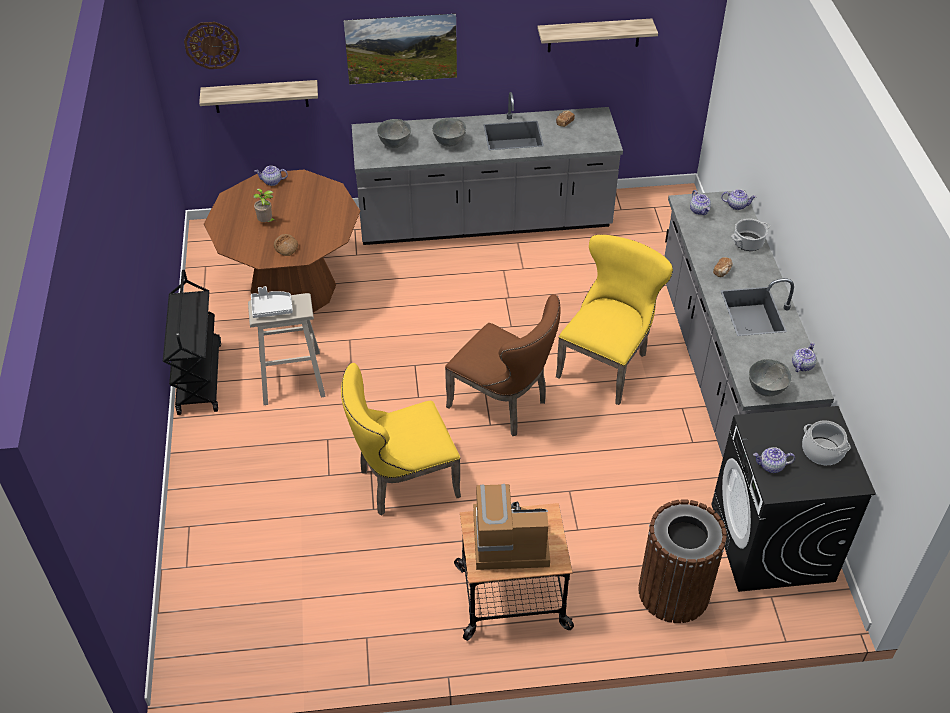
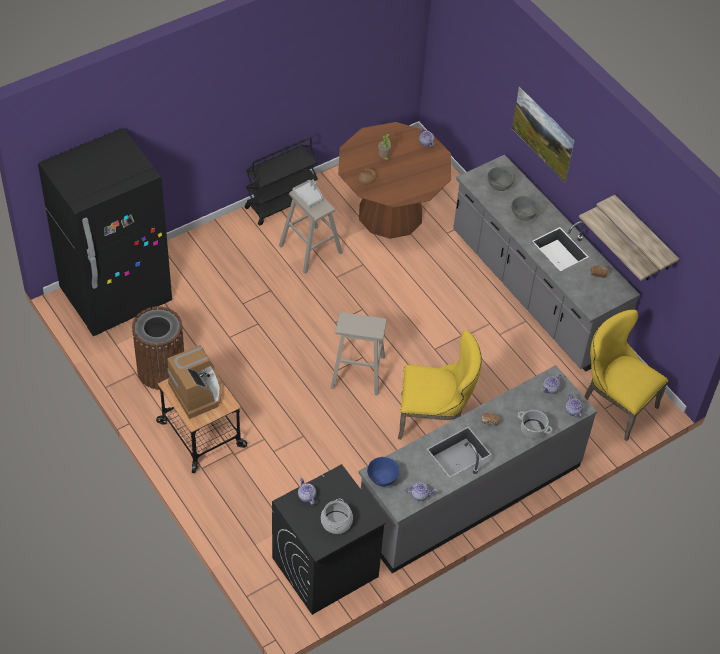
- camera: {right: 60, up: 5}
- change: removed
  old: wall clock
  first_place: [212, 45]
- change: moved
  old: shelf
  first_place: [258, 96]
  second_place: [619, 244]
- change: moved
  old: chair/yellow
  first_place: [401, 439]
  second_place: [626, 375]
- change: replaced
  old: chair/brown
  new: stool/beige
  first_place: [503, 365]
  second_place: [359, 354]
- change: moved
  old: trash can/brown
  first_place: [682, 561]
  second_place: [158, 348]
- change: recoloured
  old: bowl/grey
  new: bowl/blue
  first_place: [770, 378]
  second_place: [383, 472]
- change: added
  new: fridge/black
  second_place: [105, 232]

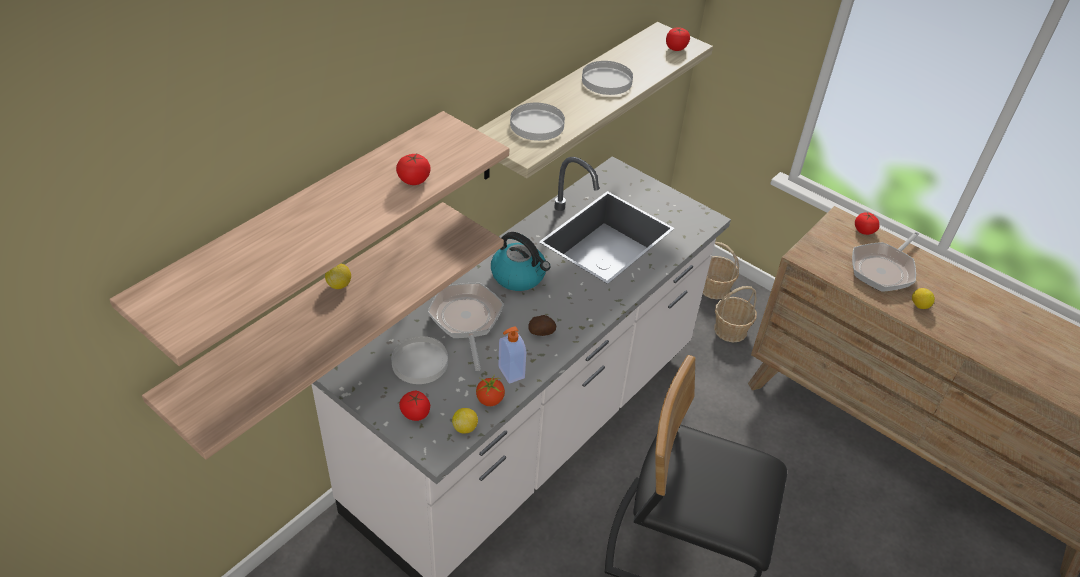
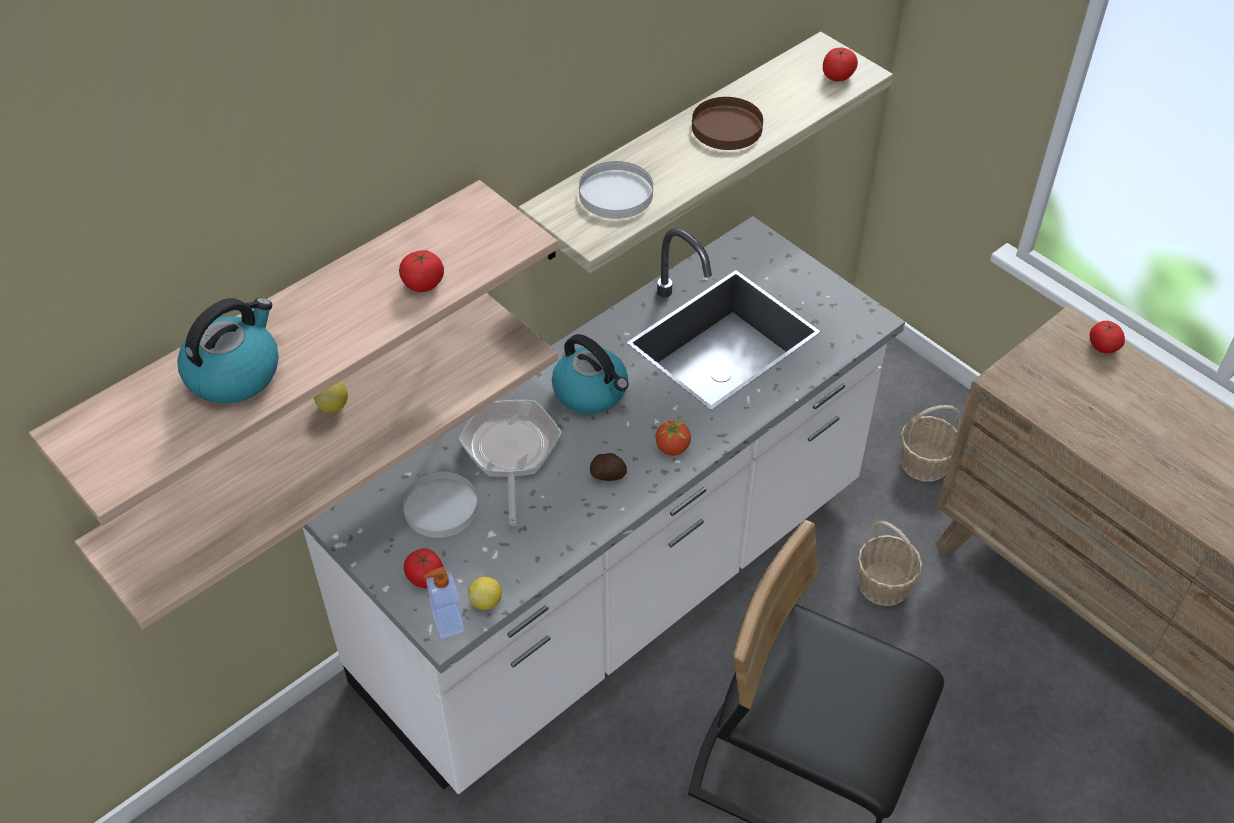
- camera: {right: 10, up: 5}
- change: moved
  old: tomato
  first_place: [490, 390]
  second_place: [673, 436]
- change: moved
  old: soap dispenser
  first_place: [512, 355]
  second_place: [444, 603]
- change: recoloured
  old: plate/white
  new: plate/brown
  first_place: [607, 78]
  second_place: [727, 123]
- change: moved
  old: basket
  first_place: [721, 271]
  second_place: [889, 563]
- change: removed
  old: frying pan
  first_place: [885, 262]
- change: removed
  old: lemon
  first_place: [923, 298]
- change: added
  new: kettle
  second_place: [228, 351]

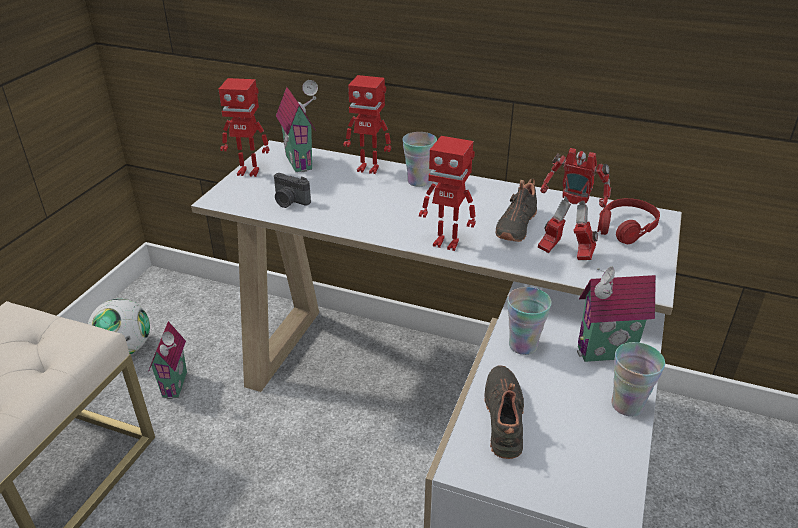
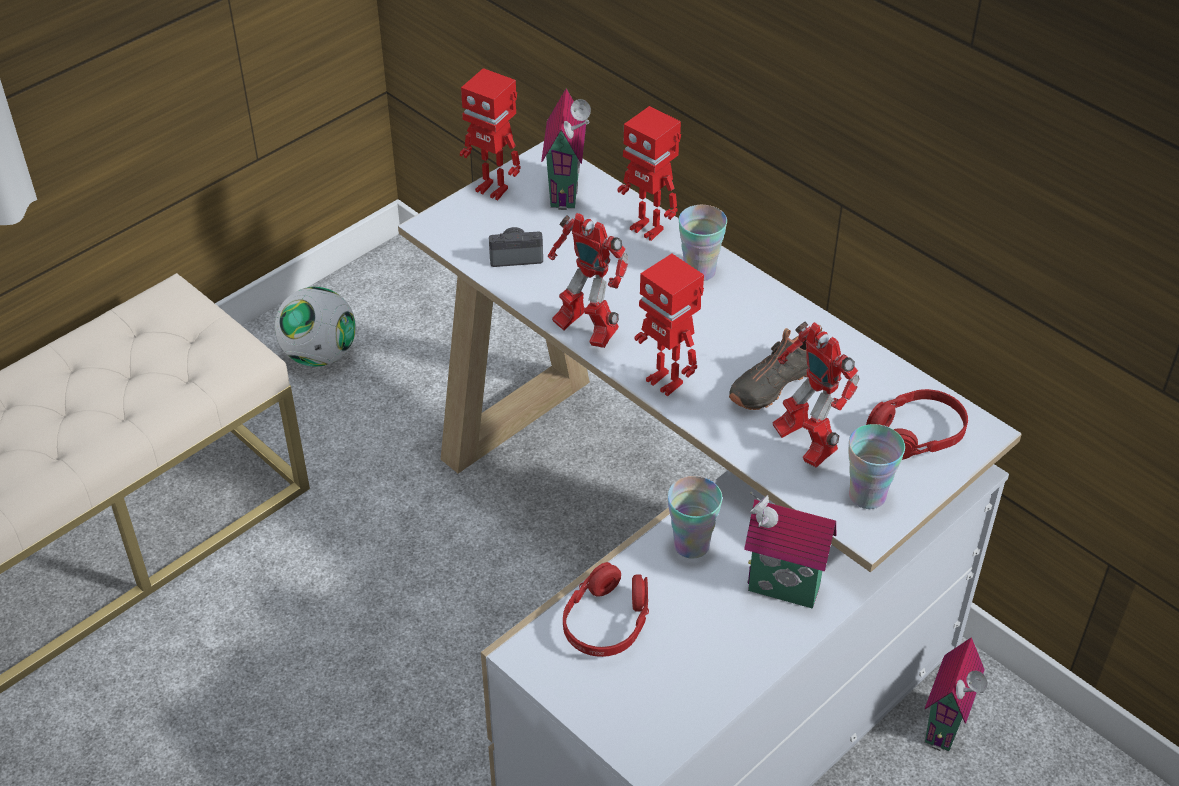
- camera: {right: 25, up: 10}
- change: moved
  old: toy house
  first_place: [167, 360]
  second_place: [956, 694]
- change: turned
  old: photo camera
  first_place: [292, 190]
  second_place: [516, 247]
  degrees: 120
- change: replaced
  old: shoe/black
  new: headphones/red
  first_place: [504, 412]
  second_place: [606, 609]
- change: moved
  old: cup
  first_place: [638, 379]
  second_place: [876, 466]
- change: added
  new: toy robot
  second_place: [588, 280]

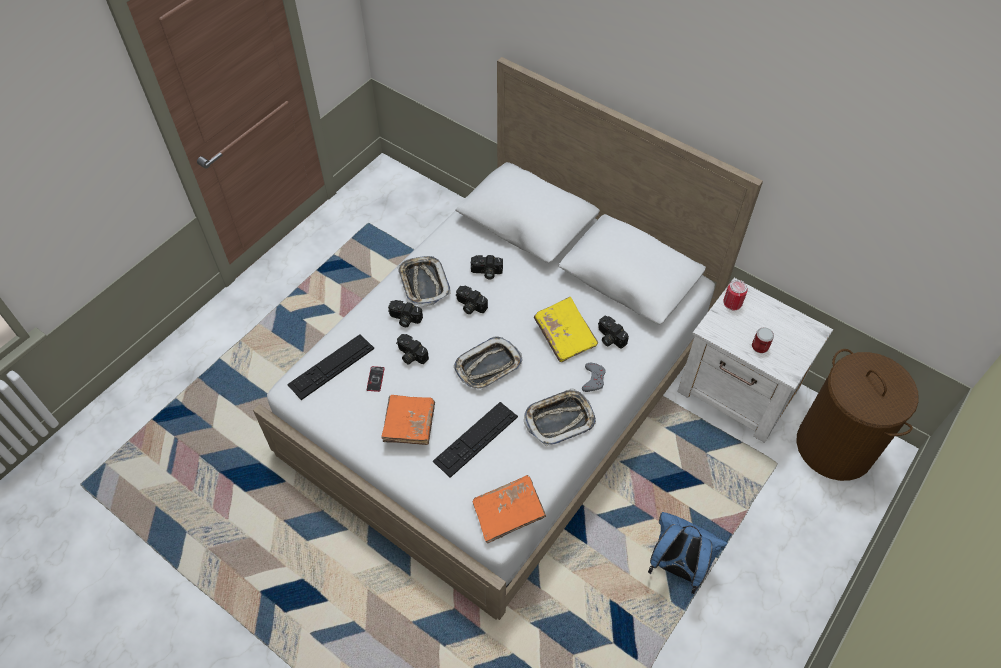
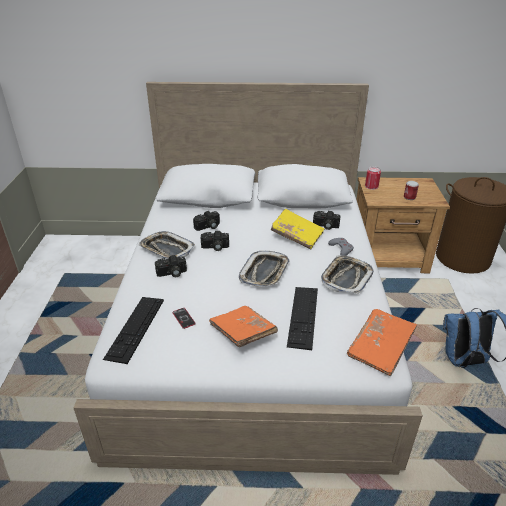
- camera: {right: -35, up: -20}
- change: removed
  old: photo camera
  first_place: [412, 349]
- change: recoloured
  old: nightstand/white
  new: nightstand/brown
  first_place: [755, 360]
  second_place: [403, 225]

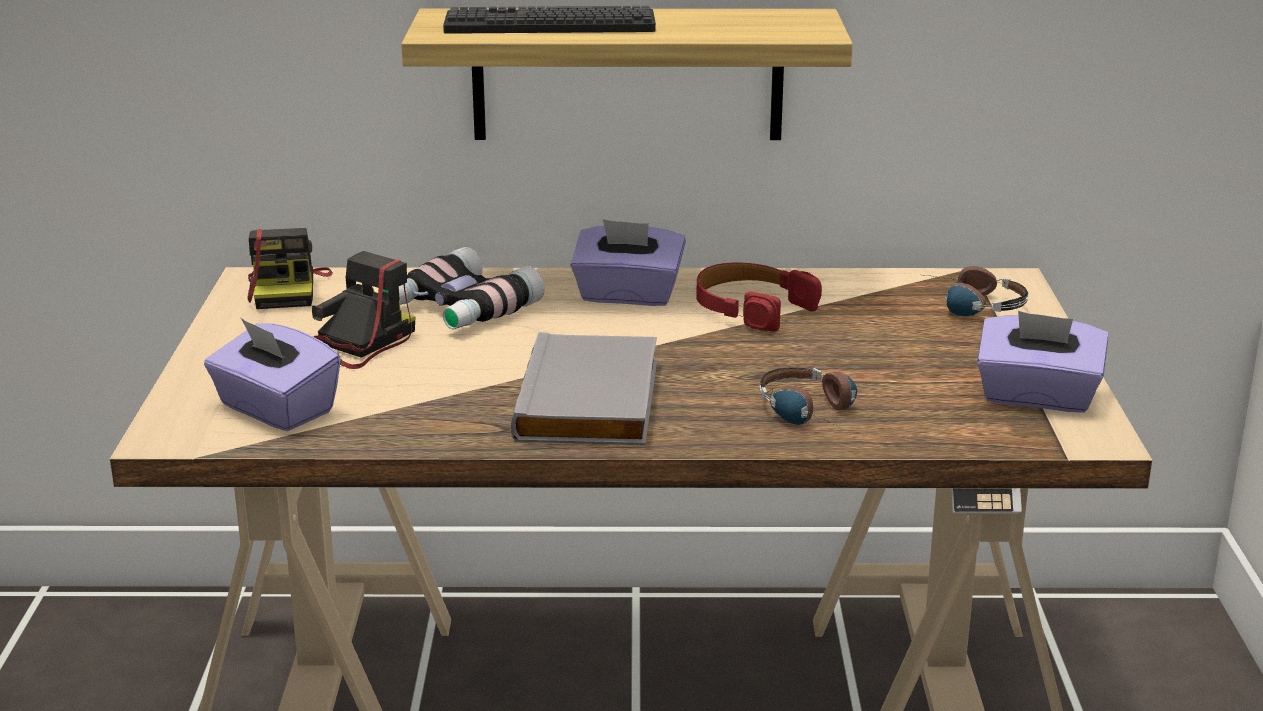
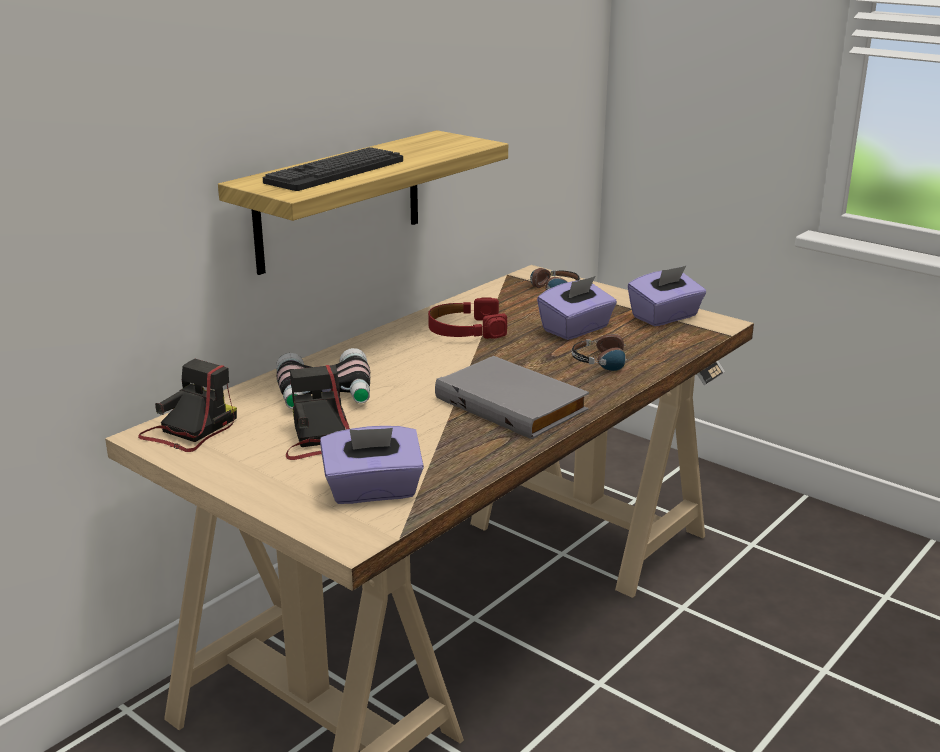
- camera: {right: -50, up: 0}
- change: turned
  old: photo camera
  first_place: [290, 268]
  second_place: [187, 405]
  degrees: -90
- change: moved
  old: tissue box/purple
  first_place: [628, 262]
  second_place: [577, 308]

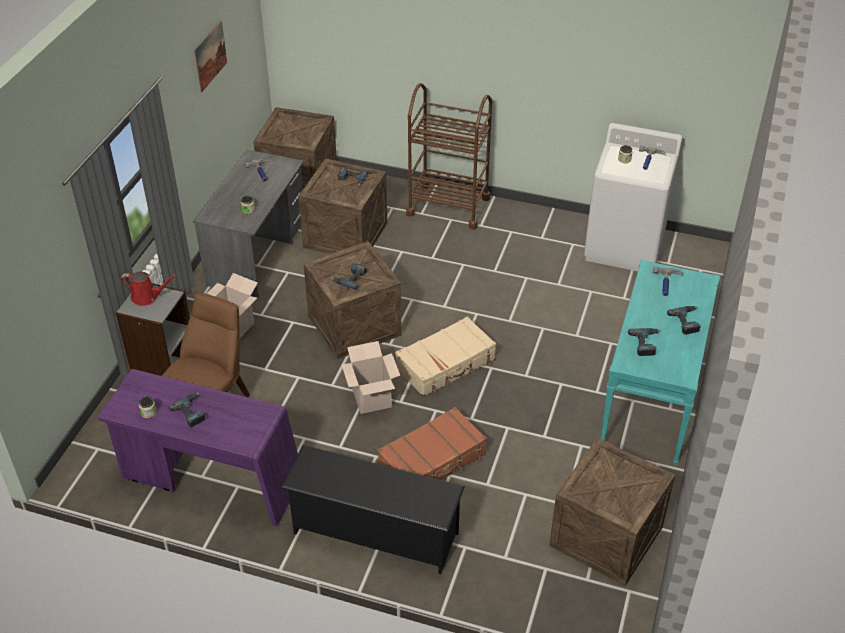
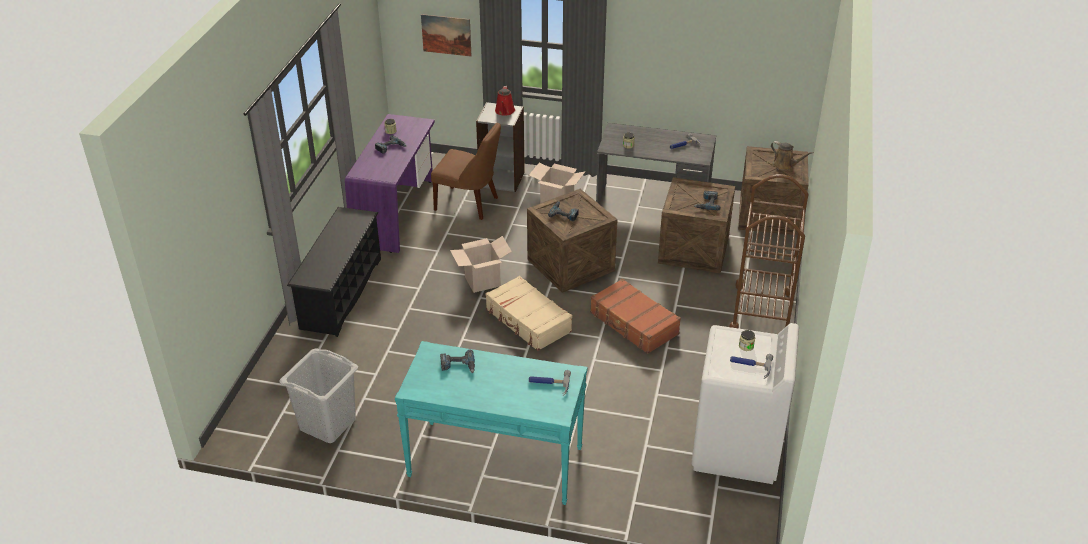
- camera: {right: 85, up: -5}
- change: moved
  old: picture
  first_place: [210, 57]
  second_place: [446, 35]
- change: moved
  old: suitcase/brown
  first_place: [432, 443]
  second_place: [635, 316]
- change: replaced
  old: crate
  new: laundry basket/grey
  first_place: [612, 511]
  second_place: [318, 396]
- change: removed
  old: power drill
  first_place: [684, 320]
- change: added
  new: watering can/brown
  second_place: [792, 155]

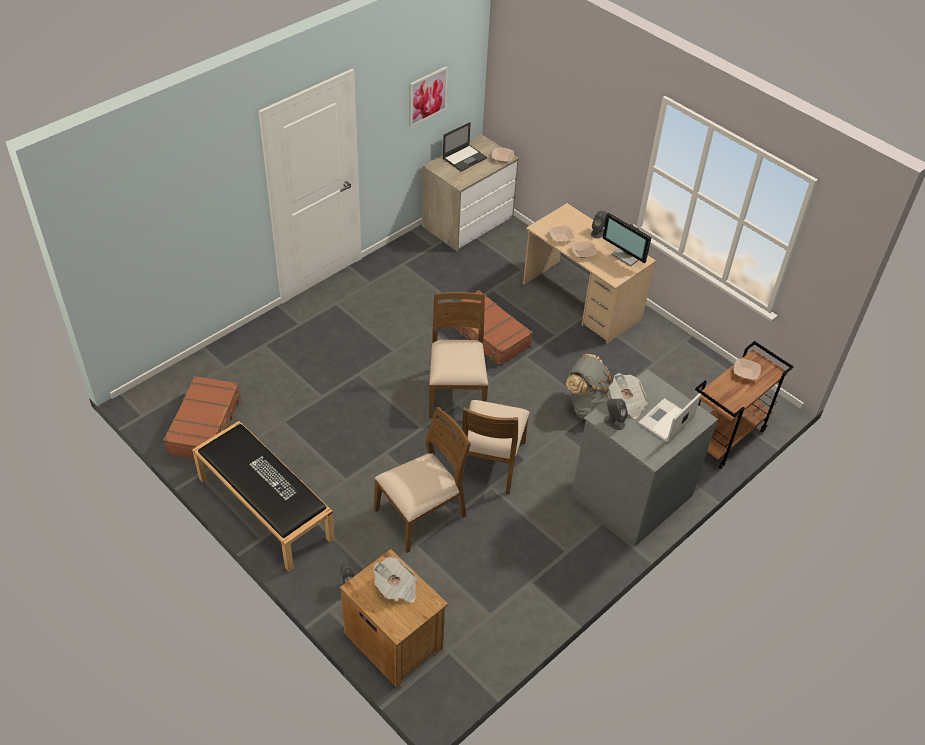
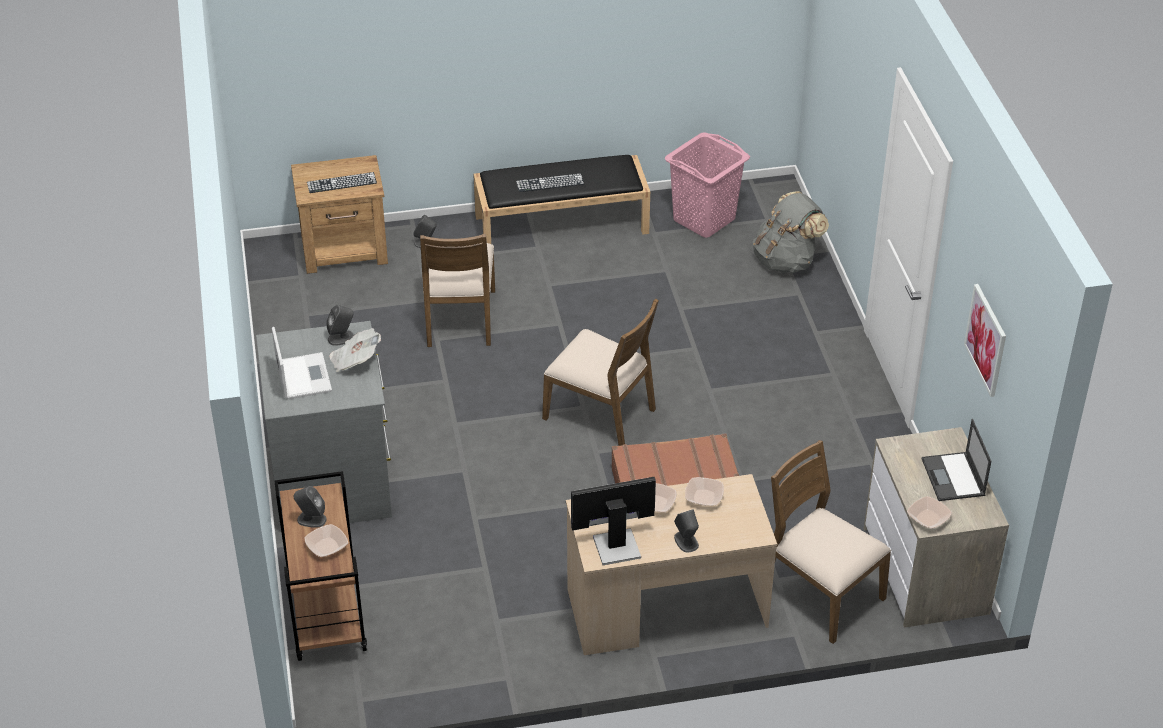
- camera: {right: 125, up: -5}
- change: replaced
  old: suitcase/brown
  new: laundry basket/pink
  first_place: [203, 417]
  second_place: [707, 185]
- change: replaced
  old: newspaper
  new: keyboard
  first_place: [395, 580]
  second_place: [342, 182]
- change: moved
  old: chair/brown
  first_place: [495, 447]
  second_place: [831, 542]
- change: moved
  old: backpack/grey
  first_place: [589, 386]
  second_place: [791, 232]
- change: added
  new: speaker/grey
  second_place: [310, 507]

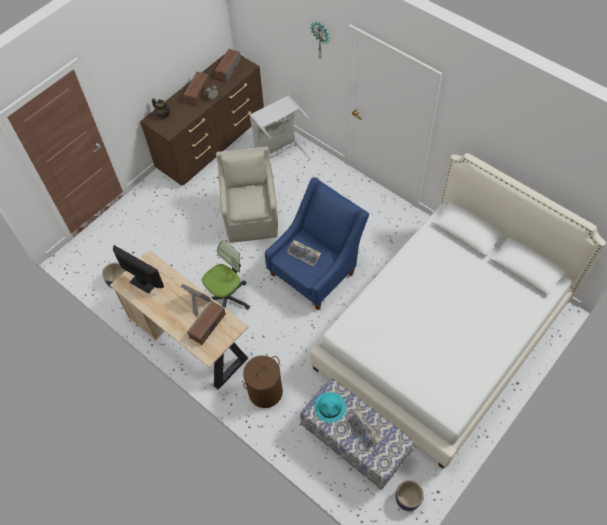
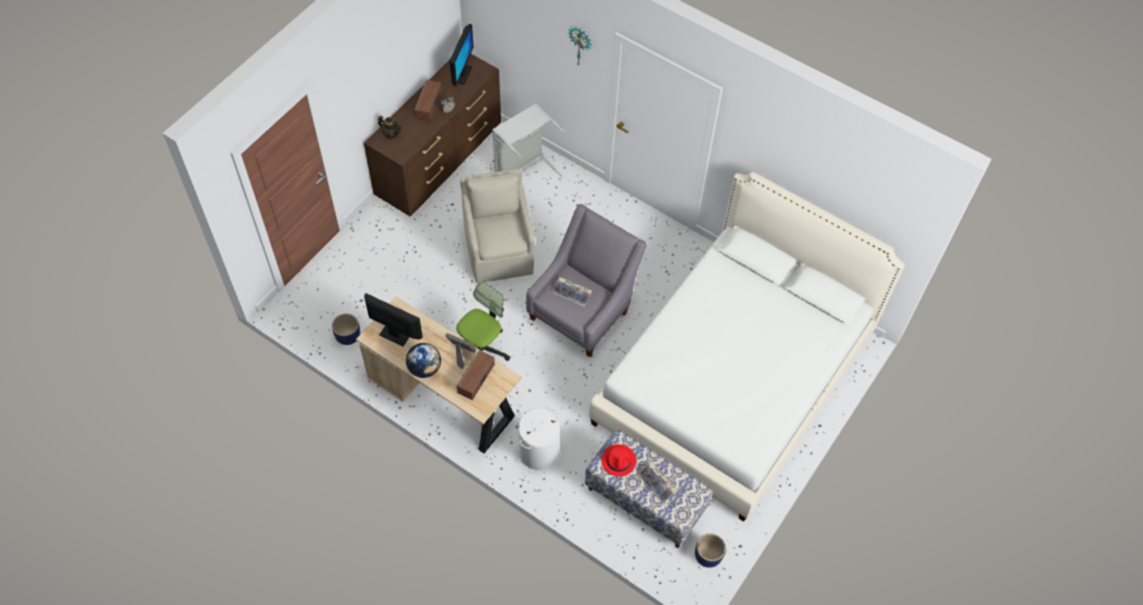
- camera: {right: -10, up: 0}
- change: replaced
  old: speaker
  new: monitor
  first_place: [228, 65]
  second_place: [461, 55]
- change: recoloured
  old: laundry basket/brown
  new: laundry basket/white
  first_place: [263, 382]
  second_place: [539, 439]
- change: recoloured
  old: armchair/blue
  new: armchair/grey
  first_place: [317, 243]
  second_place: [586, 280]
- change: recoloured
  old: hat/turquoise
  new: hat/red
  first_place: [330, 407]
  second_place: [618, 460]
- change: added
  new: globe
  second_place: [423, 360]

